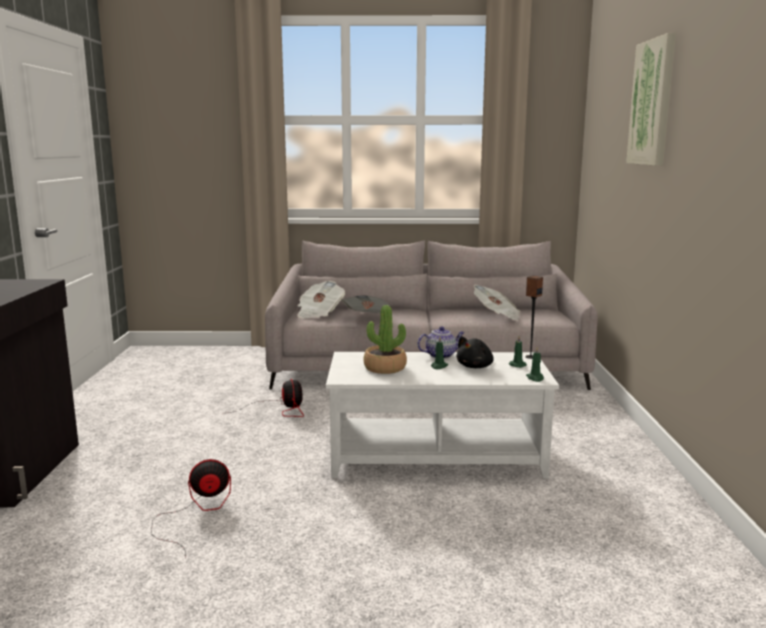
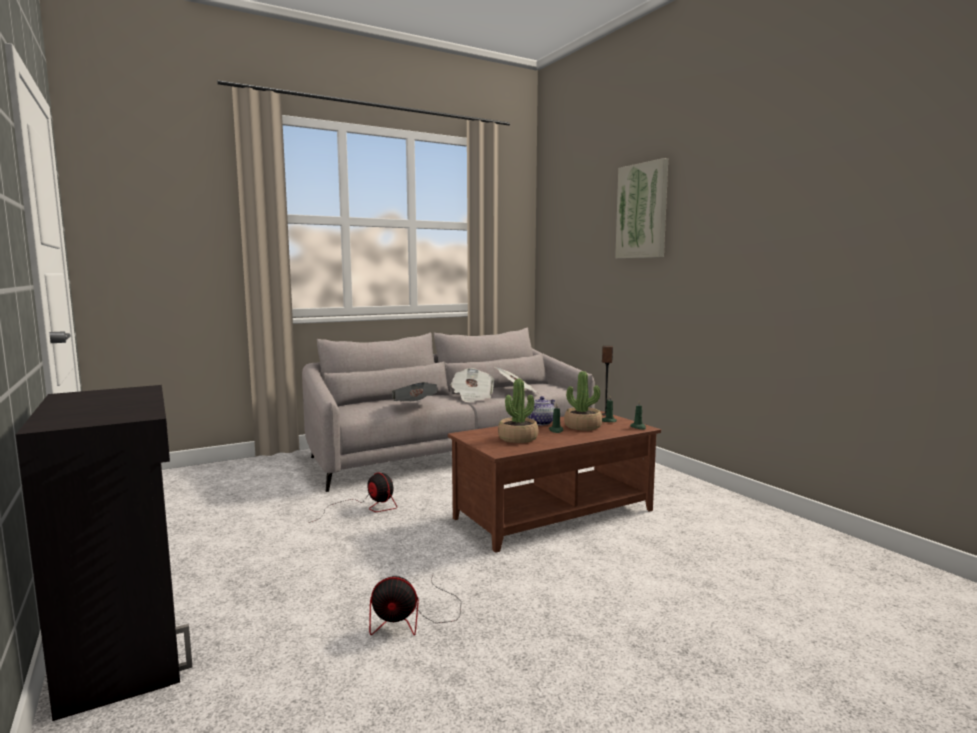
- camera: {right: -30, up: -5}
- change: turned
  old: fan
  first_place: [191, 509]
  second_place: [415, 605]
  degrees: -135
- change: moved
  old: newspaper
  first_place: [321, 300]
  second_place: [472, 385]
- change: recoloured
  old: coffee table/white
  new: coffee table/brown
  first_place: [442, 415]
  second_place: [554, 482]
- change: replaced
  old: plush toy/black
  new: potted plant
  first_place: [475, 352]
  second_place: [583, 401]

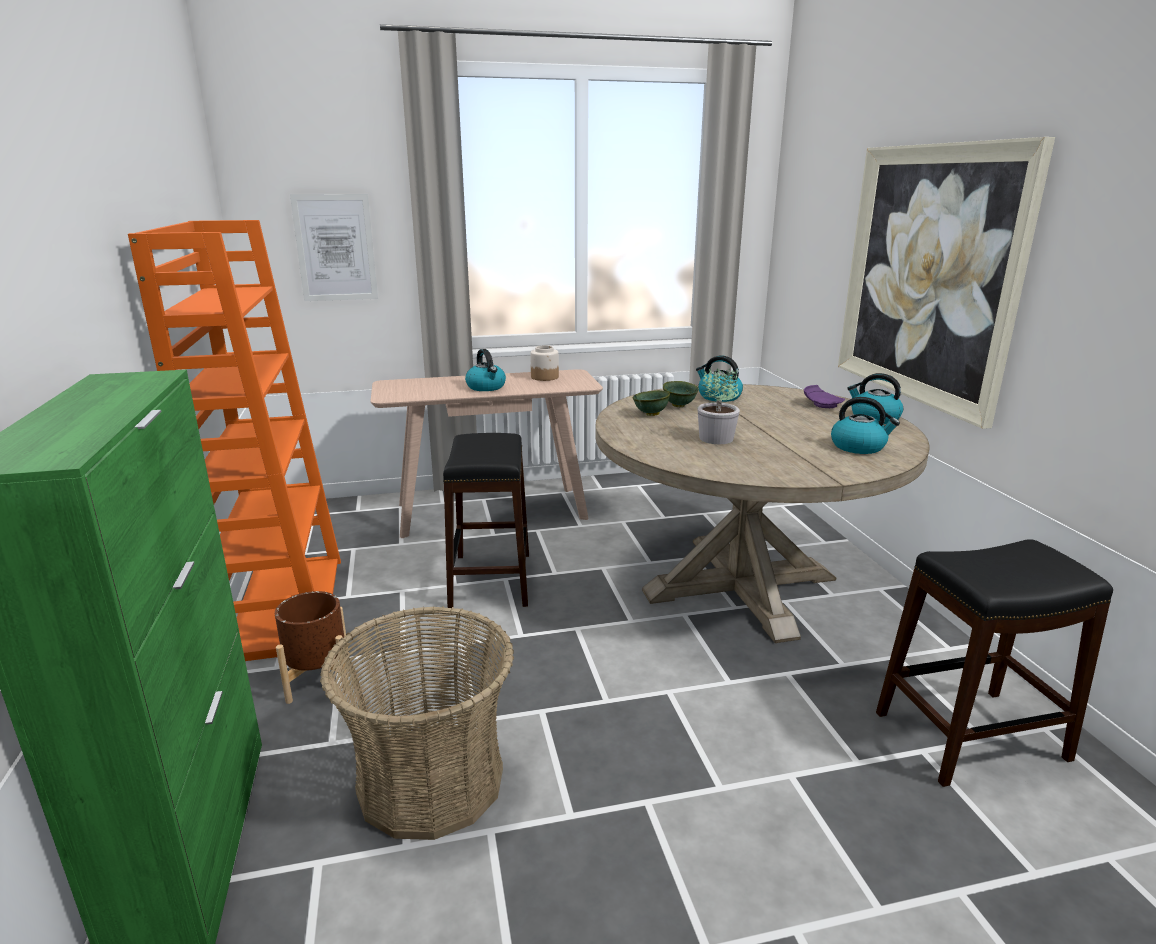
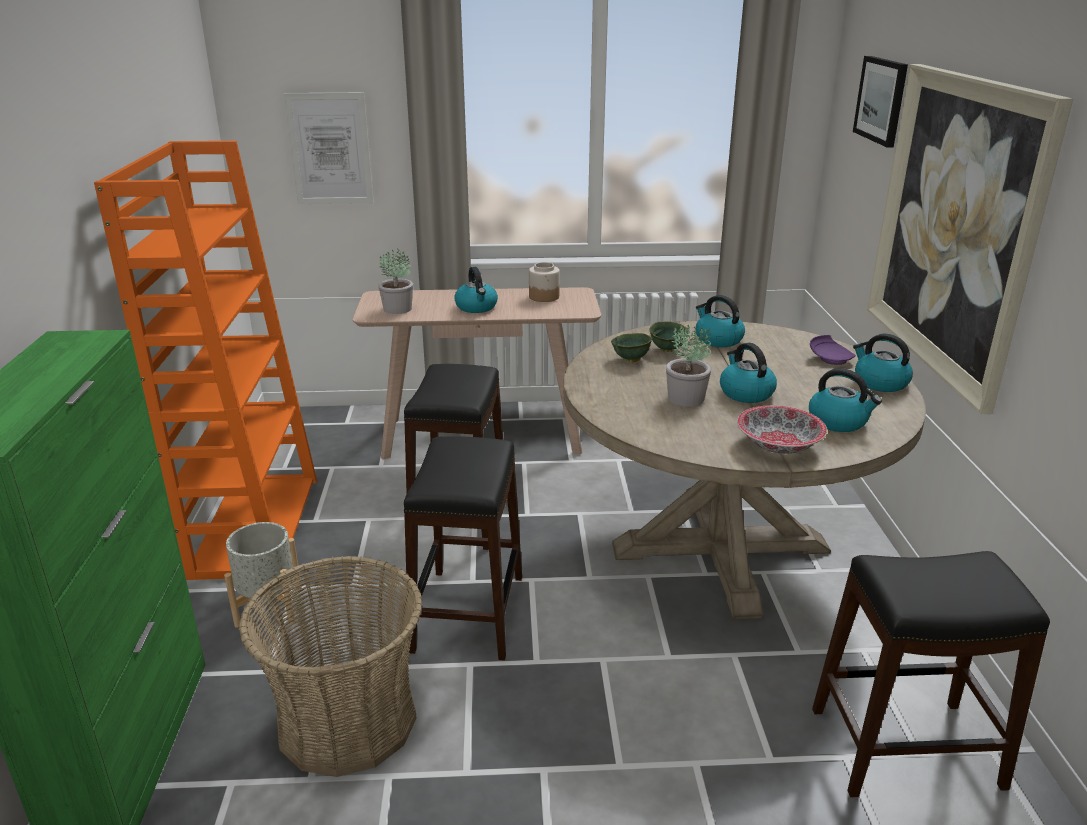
- camera: {right: 10, up: 5}
- change: recoloured
  old: planter/brown
  new: planter/grey
  first_place: [312, 647]
  second_place: [263, 575]
- change: added
  new: potted plant
  second_place: [395, 281]
- change: added
  new: stool/black
  second_place: [463, 548]
- change: added
  new: kettle
  second_place: [748, 373]
- change: added
  new: bowl
  second_place: [782, 429]
- change: added
  new: picture
  second_place: [880, 102]

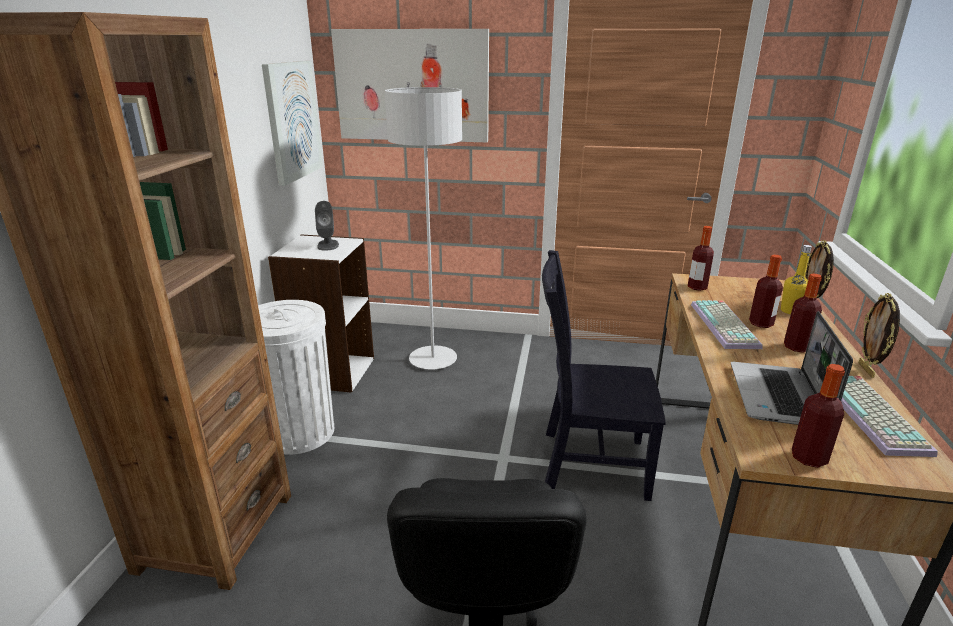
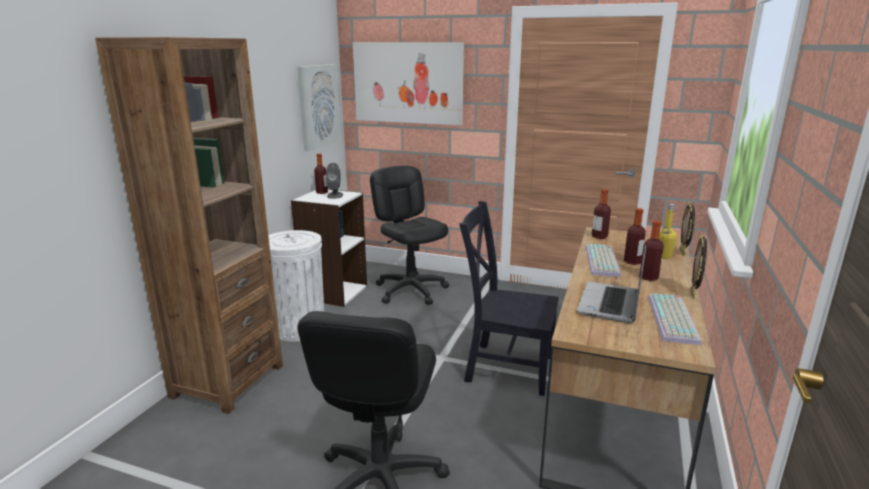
- camera: {right: 10, up: -5}
- change: replaced
  old: floor lamp/grey
  new: office chair/black
  first_place: [423, 228]
  second_place: [409, 235]
- change: moved
  old: bottle
  first_place: [818, 416]
  second_place: [321, 174]

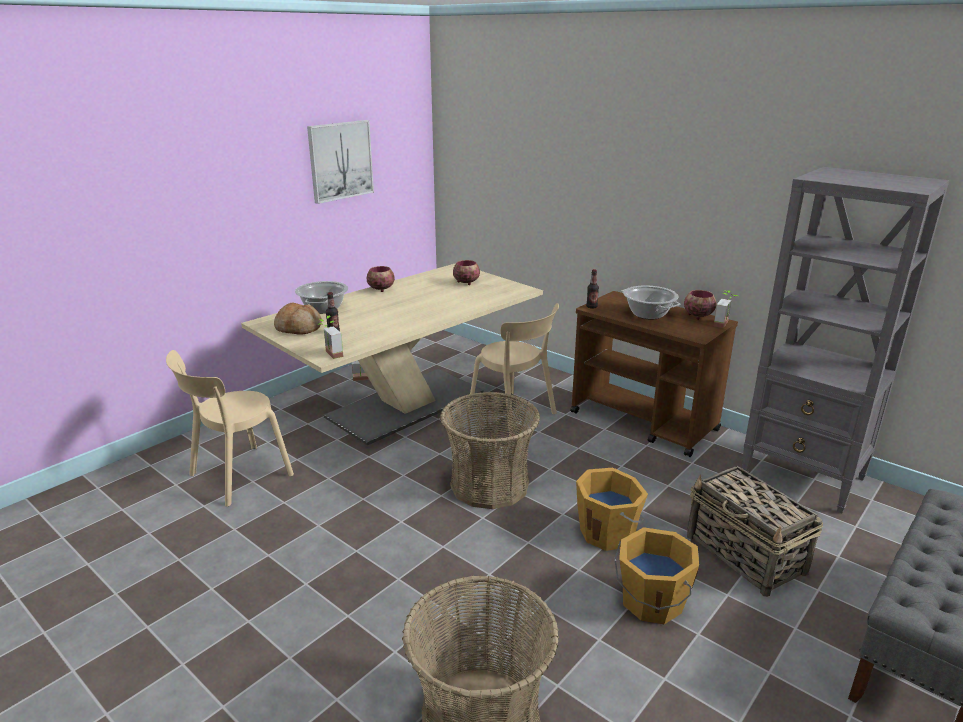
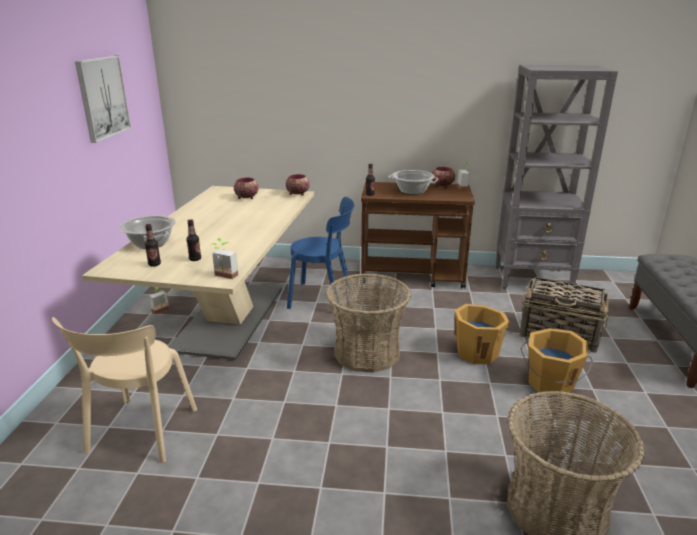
- camera: {right: -35, up: 0}
- change: replaced
  old: bread
  new: bottle
  first_place: [298, 319]
  second_place: [153, 245]
- change: moved
  old: bowl
  first_place: [381, 279]
  second_place: [298, 185]
- change: recoloured
  old: chair/beige
  new: chair/blue
  first_place: [513, 369]
  second_place: [320, 253]

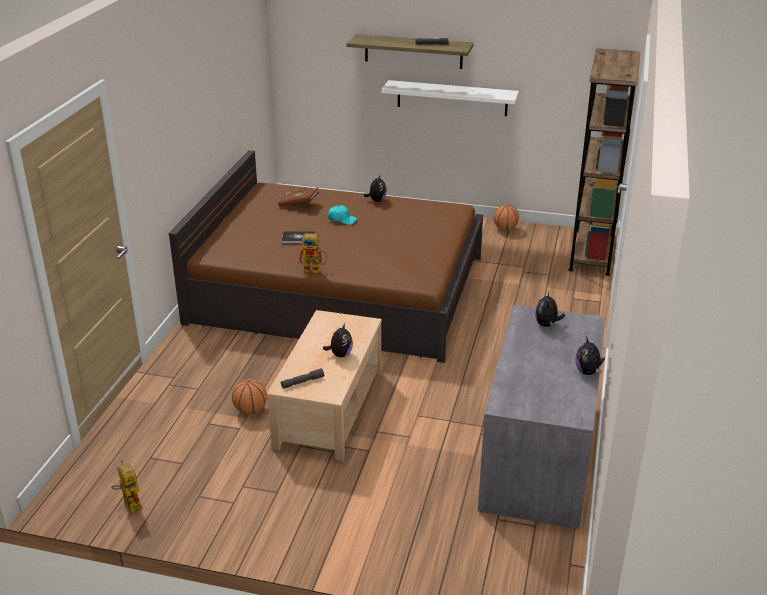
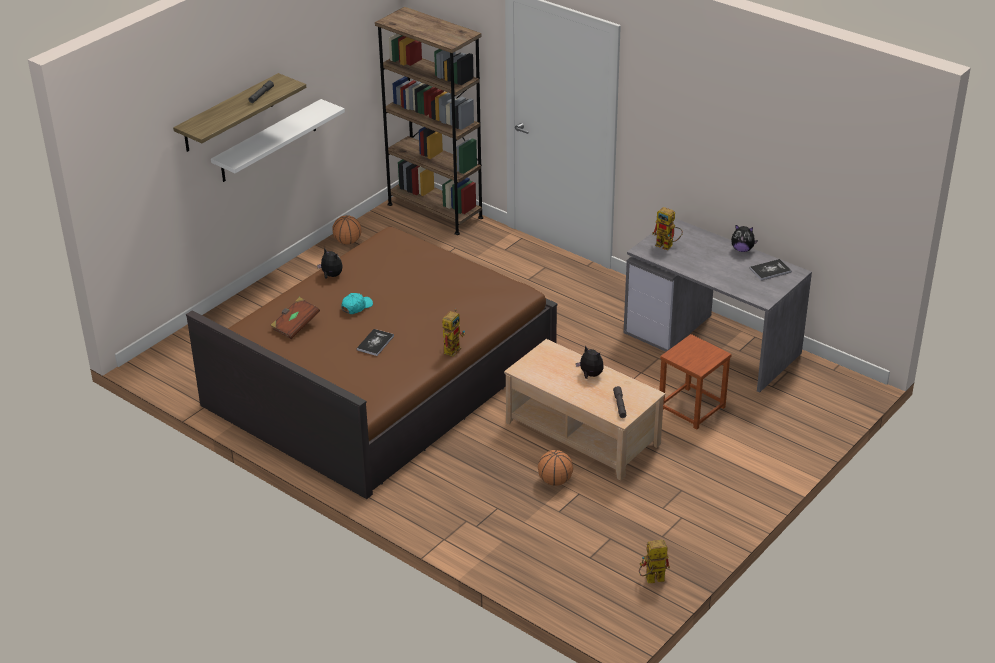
- camera: {right: -65, up: 5}
- change: replaced
  old: plush toy
  new: toy robot
  first_place: [550, 309]
  second_place: [667, 228]
- change: added
  new: stool/brown
  second_place: [695, 382]
- change: added
  new: book
  second_place: [771, 270]

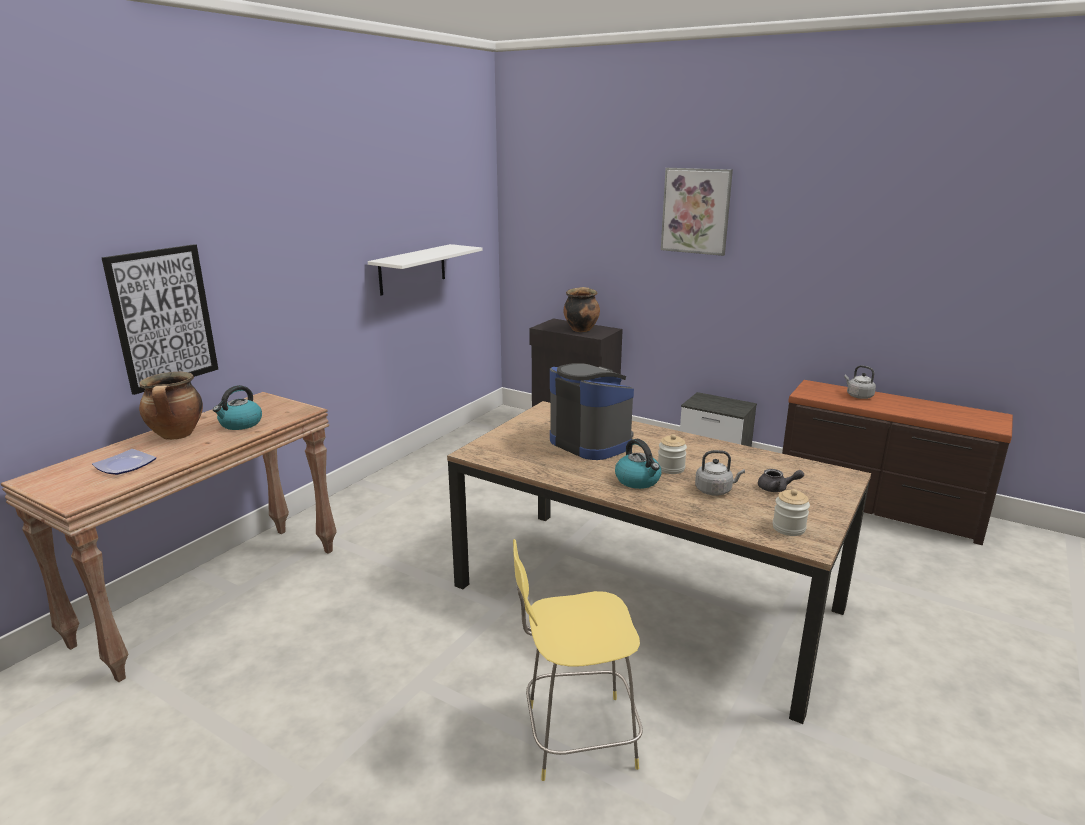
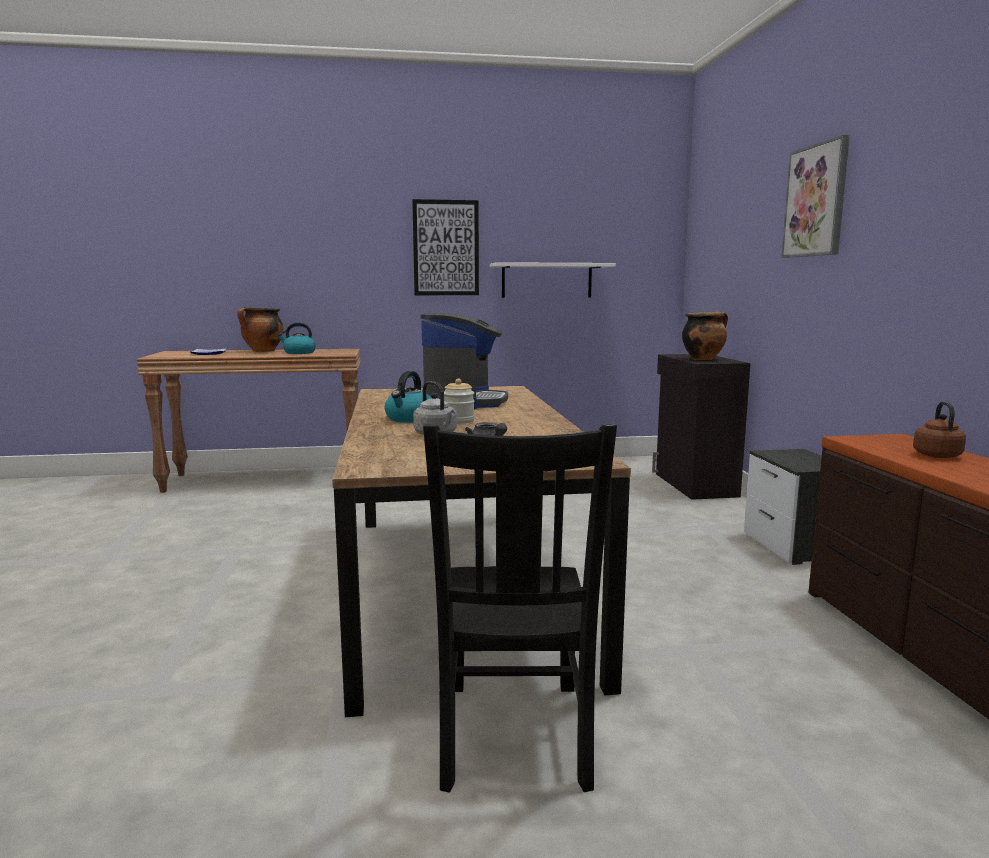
- camera: {right: 50, up: -10}
- change: moved
  old: picture
  first_place: [160, 319]
  second_place: [445, 247]
- change: removed
  old: stool/yellow
  first_place: [578, 660]
- change: removed
  old: jar
  first_place: [791, 512]
- change: recoloured
  old: kettle/grey
  new: kettle/brown
  first_place: [860, 382]
  second_place: [939, 429]
- change: added
  new: chair/black
  second_place: [520, 608]

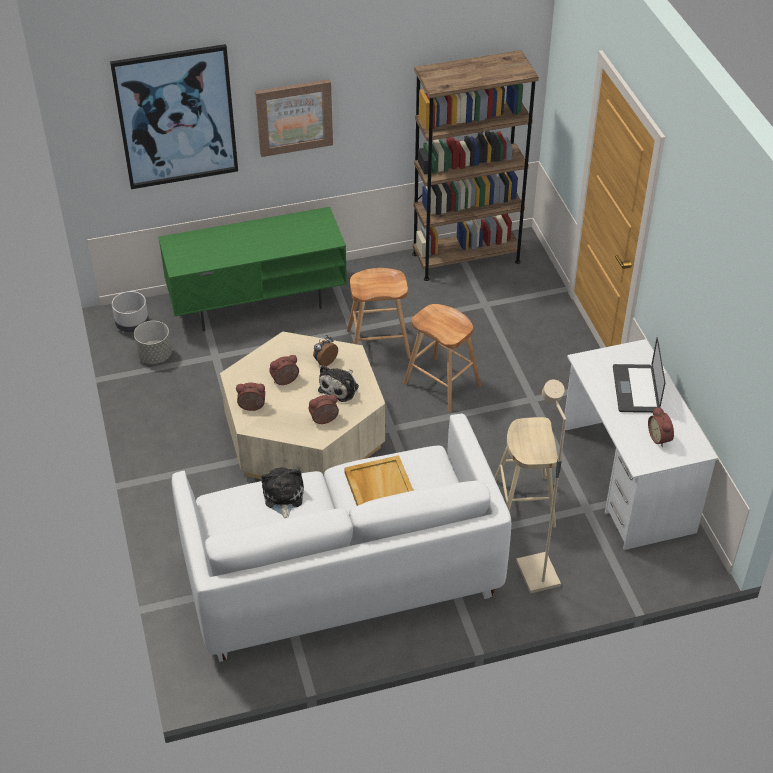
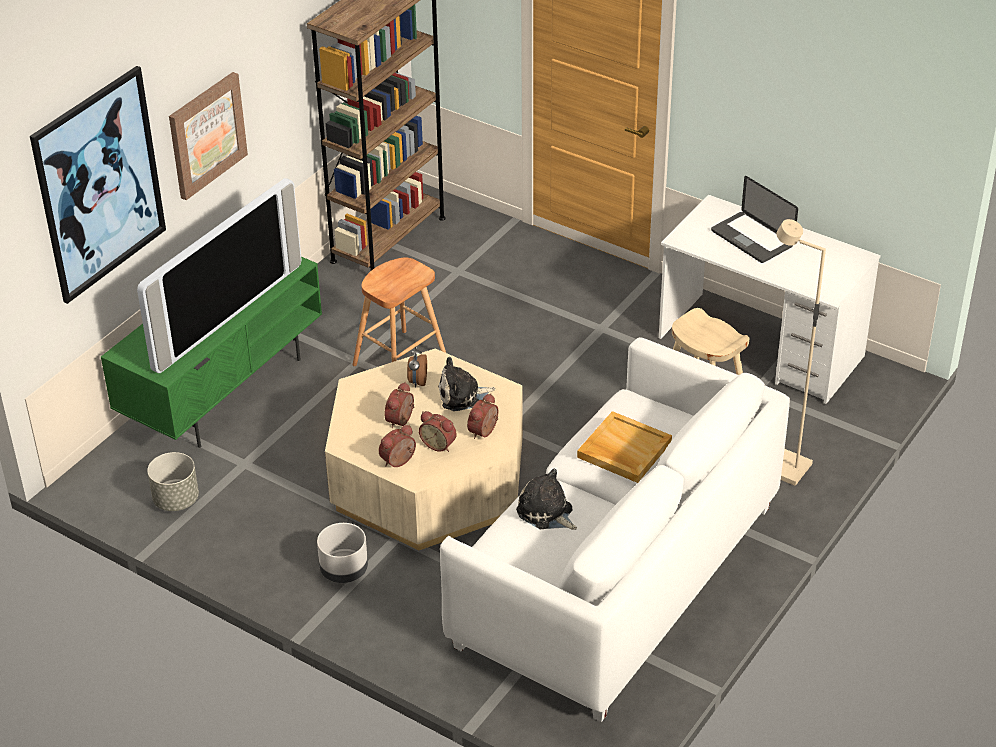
- camera: {right: -40, up: -5}
- change: moved
  old: planter/grey
  first_place: [130, 312]
  second_place: [342, 553]
- change: turned
  old: plush toy
  first_place: [338, 383]
  second_place: [466, 384]
  degrees: 90
- change: removed
  old: stool/brown
  first_place: [442, 358]
- change: moved
  old: alarm clock
  first_place: [661, 427]
  second_place: [438, 431]
- change: added
  new: television
  second_place: [219, 275]

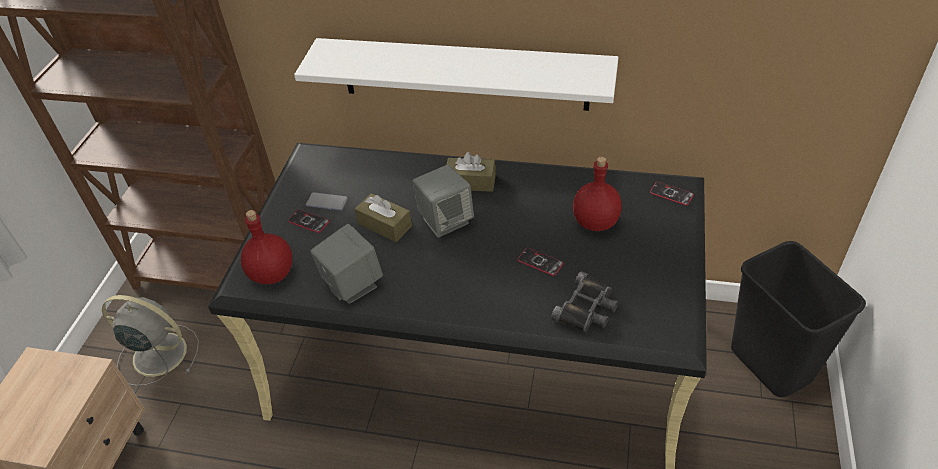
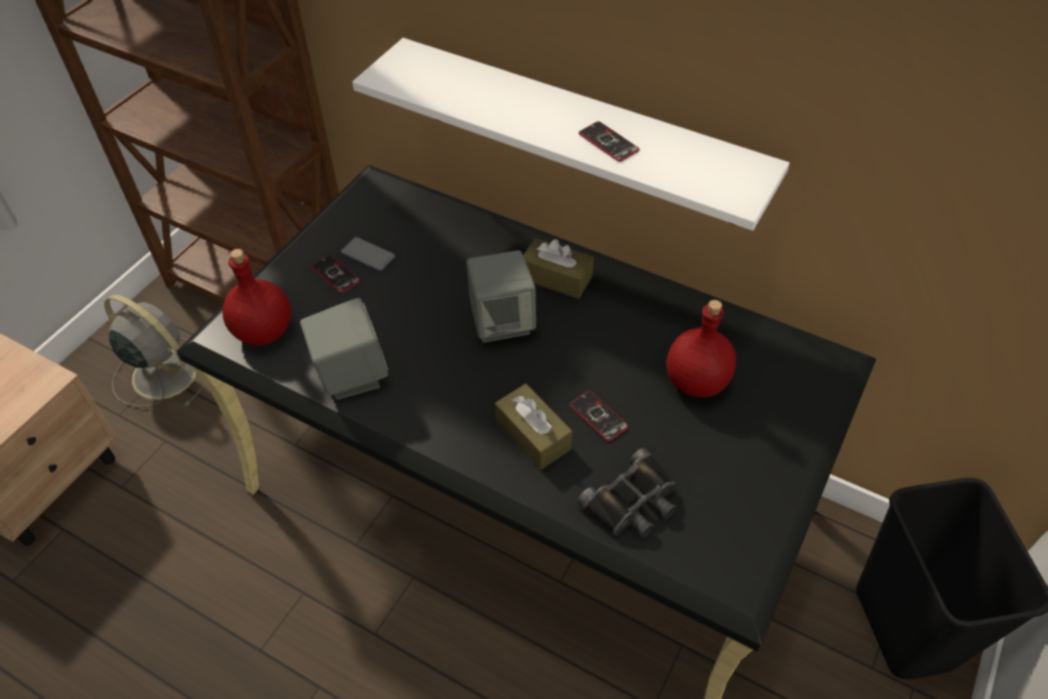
- camera: {right: 15, up: 5}
- change: moved
  old: tissue box/brown
  first_place: [383, 217]
  second_place: [533, 427]
- change: moved
  old: phone
  first_place: [672, 194]
  second_place: [609, 141]

